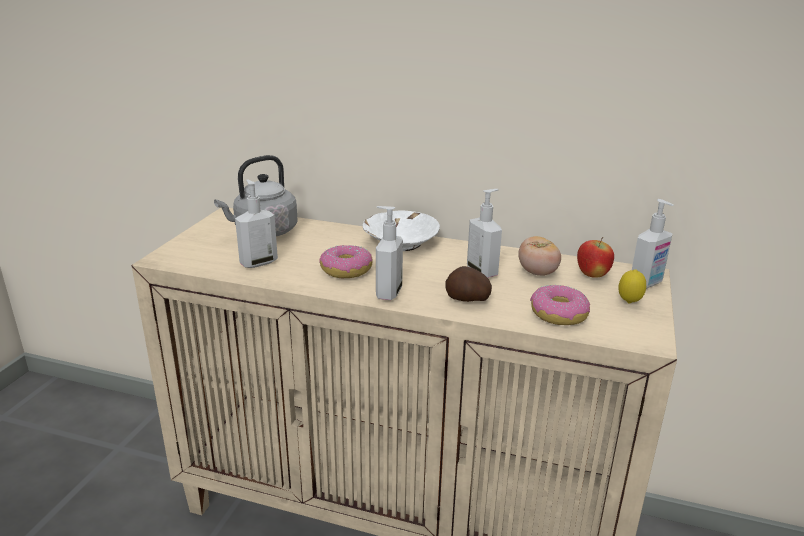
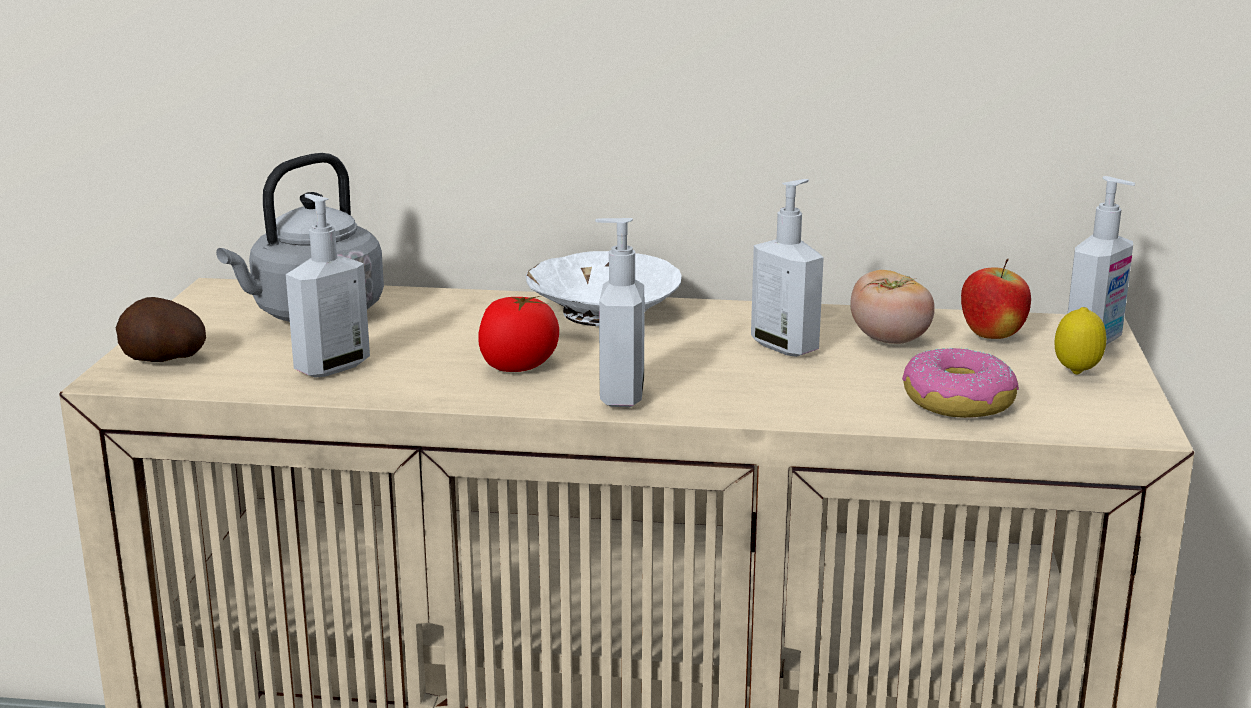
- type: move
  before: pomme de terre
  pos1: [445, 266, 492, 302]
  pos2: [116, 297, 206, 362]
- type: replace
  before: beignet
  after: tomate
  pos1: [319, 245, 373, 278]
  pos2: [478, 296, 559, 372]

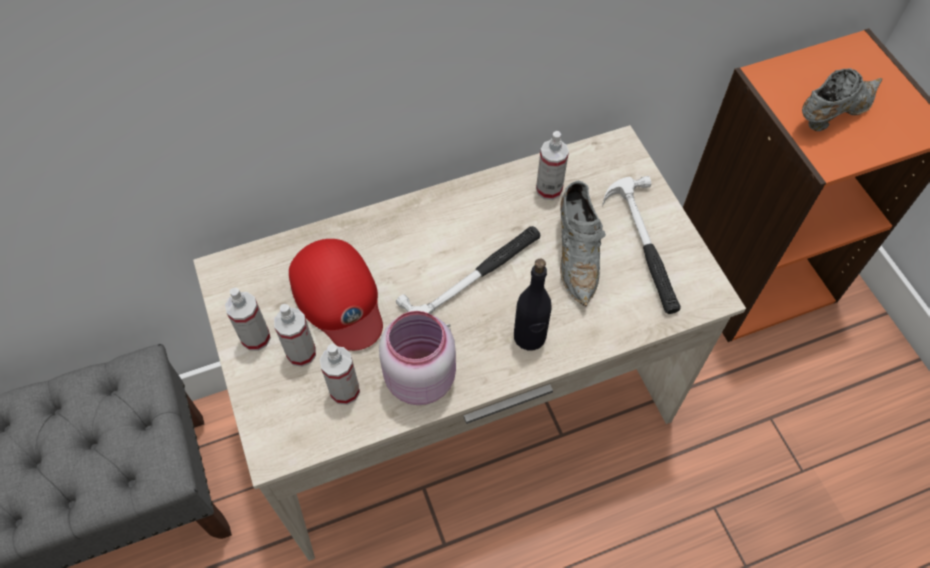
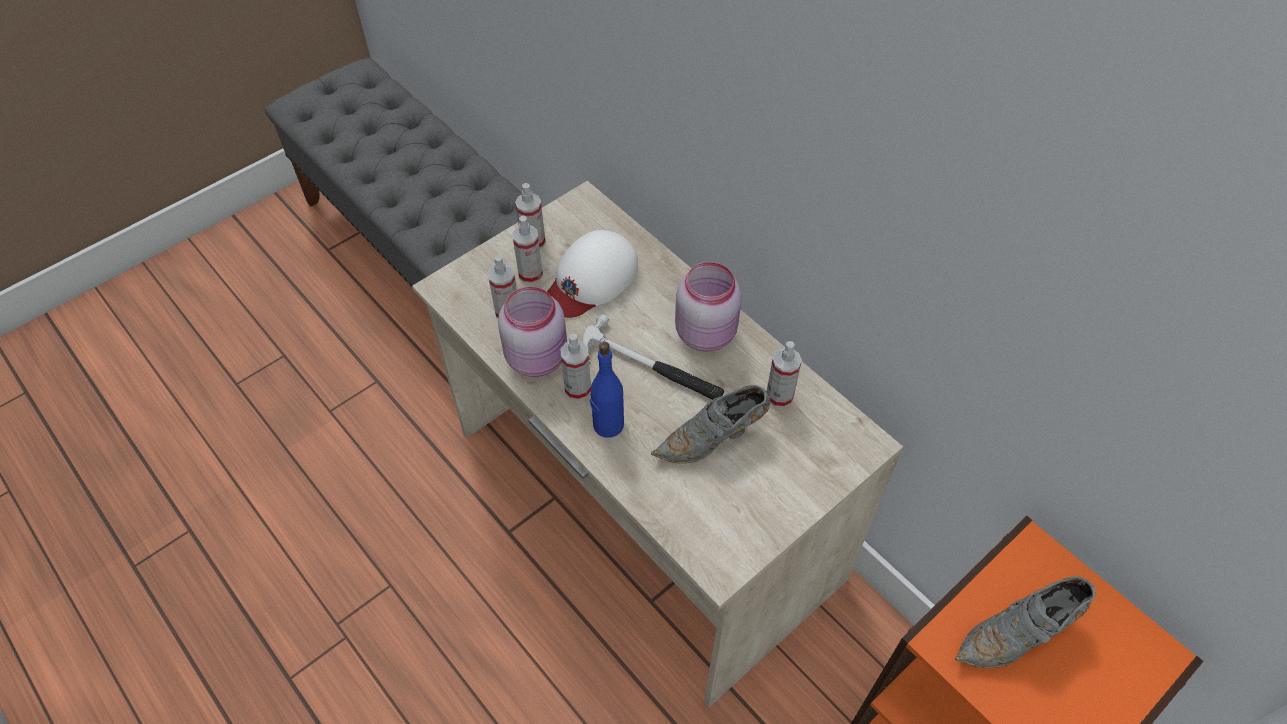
- type: recolor
  before: casquette (rouge)
  after: casquette (blanc)
  pos1: [289, 239, 383, 351]
  pos2: [547, 230, 638, 318]
- type: insert
  after: vaporisateur
  pos2: [561, 334, 591, 401]
- type: recolor
  before: bouteille (noir)
  after: bouteille (bleu)
  pos1: [514, 259, 552, 350]
  pos2: [590, 342, 624, 438]
- type: insert
  after: bocal (rose)
  pos2: [675, 262, 742, 352]
- type: rotate
  before: chaussure (gris)
  pos1: [802, 68, 883, 131]
  pos2: [955, 576, 1096, 668]
  turn: 120
- type: delete
  before: marteau
  pos1: [602, 176, 681, 314]

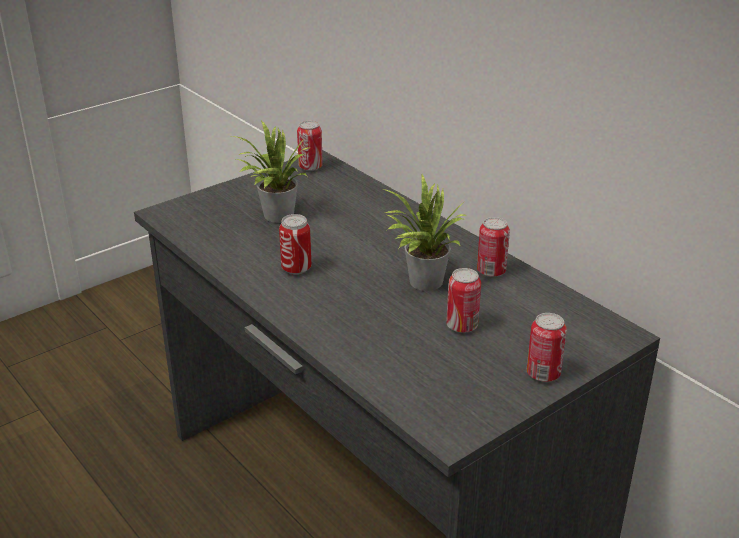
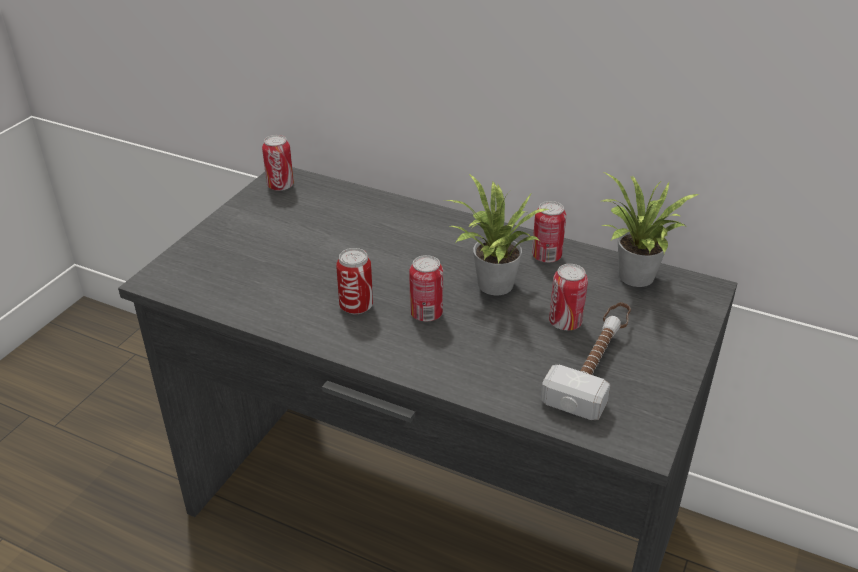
- type: move
  before: boîte métallique
  pos1: [527, 313, 567, 382]
  pos2: [409, 255, 443, 321]
- type: insert
  after: marteau
  pos2: [541, 302, 631, 420]
- type: move
  before: plante en pot
  pos1: [232, 120, 308, 223]
  pos2: [601, 172, 701, 287]

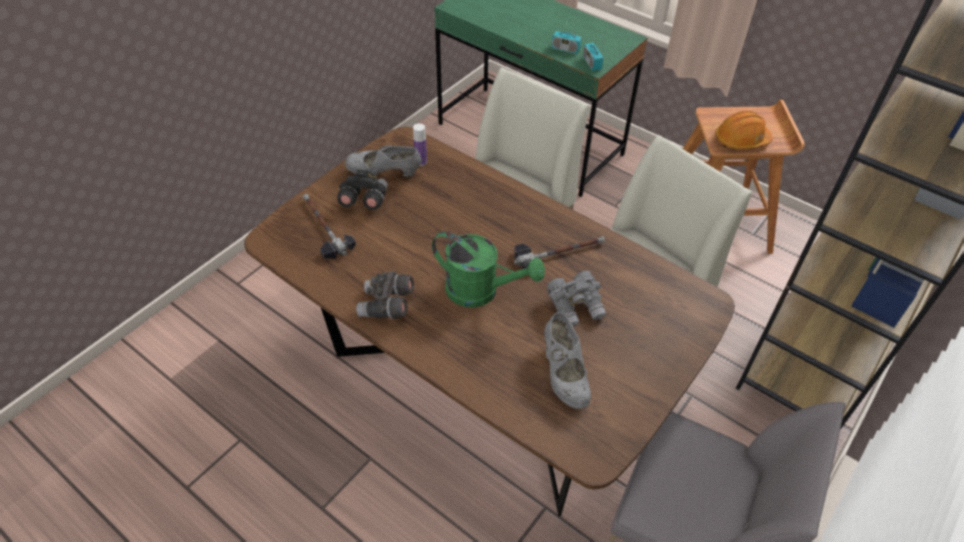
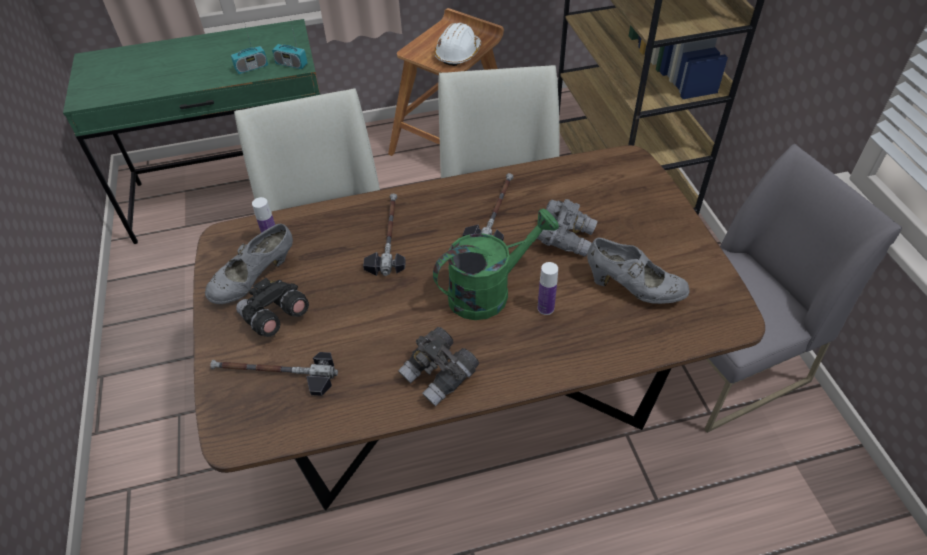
- type: insert
  after: marteau
  pos2: [363, 194, 406, 276]
- type: recolor
  before: casque de chantier (orange)
  after: casque de chantier (blanc)
  pos1: [715, 111, 773, 150]
  pos2: [434, 23, 481, 66]
- type: insert
  after: bouteille
  pos2: [538, 262, 558, 315]

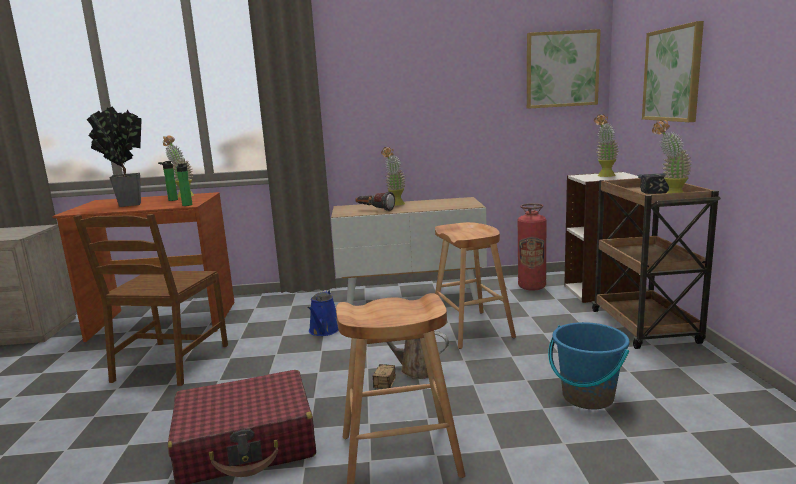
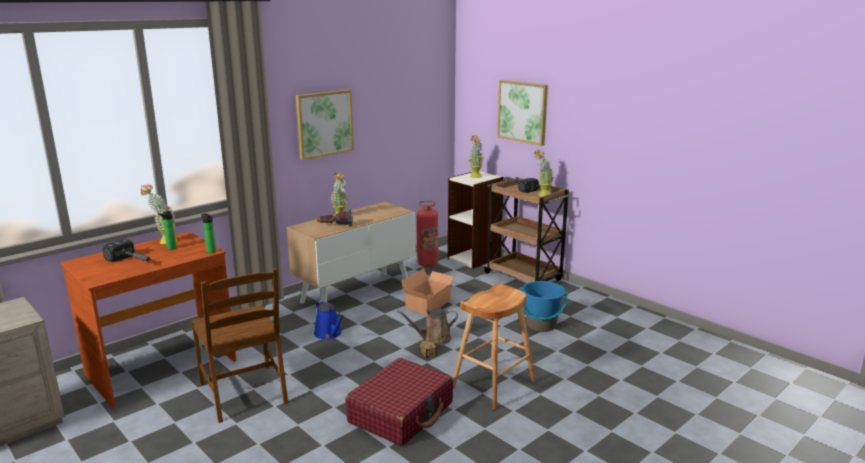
- type: replace
  before: plante en pot
  after: marteau
  pos1: [86, 106, 142, 207]
  pos2: [103, 239, 152, 262]
- type: move
  before: tableau
  pos1: [527, 29, 601, 109]
  pos2: [296, 90, 354, 160]
- type: replace
  before: tabouret (marron)
  after: carton
  pos1: [435, 222, 516, 349]
  pos2: [401, 268, 457, 315]

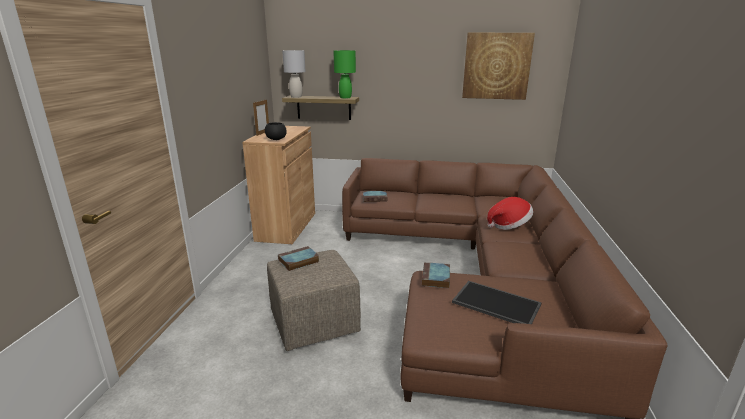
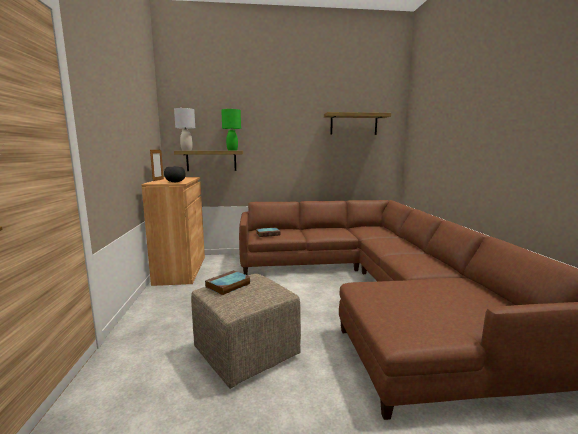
- type: replace
  before: tableau
  after: étagère
  pos1: [462, 32, 535, 100]
  pos2: [324, 112, 391, 135]
- type: delete
  before: livre
  pos1: [422, 262, 450, 288]
- type: delete
  before: plateau
  pos1: [452, 281, 541, 324]
- type: delete
  before: chapeau
  pos1: [487, 197, 533, 230]

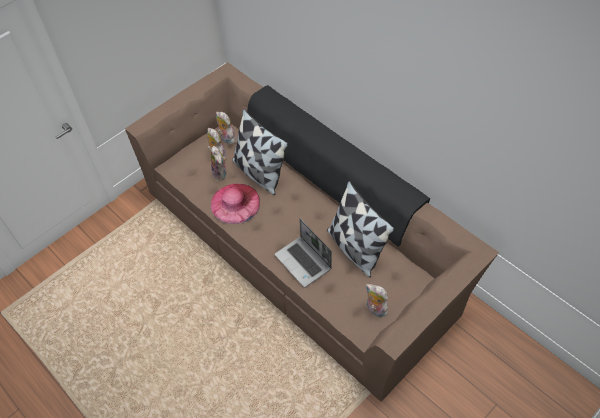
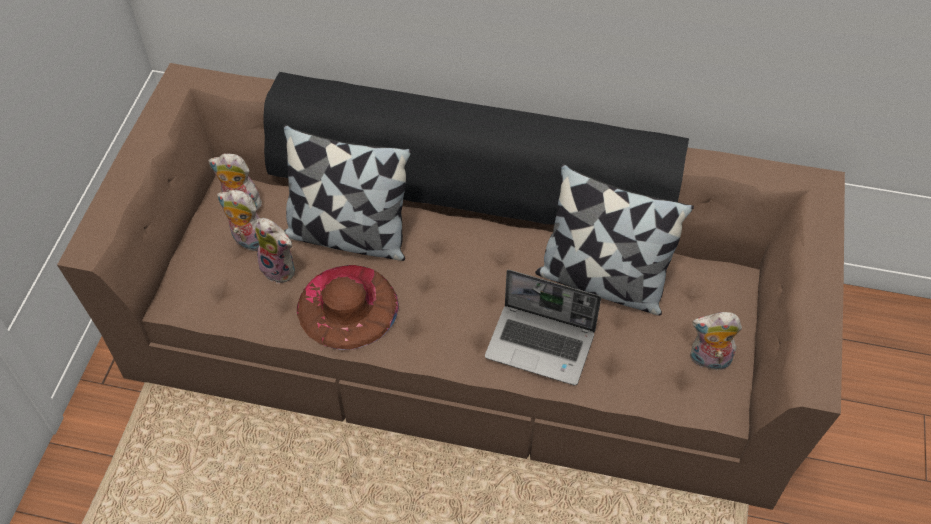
- type: recolor
  before: chapeau (rose)
  after: chapeau (marron)
  pos1: [211, 183, 260, 224]
  pos2: [297, 265, 399, 350]

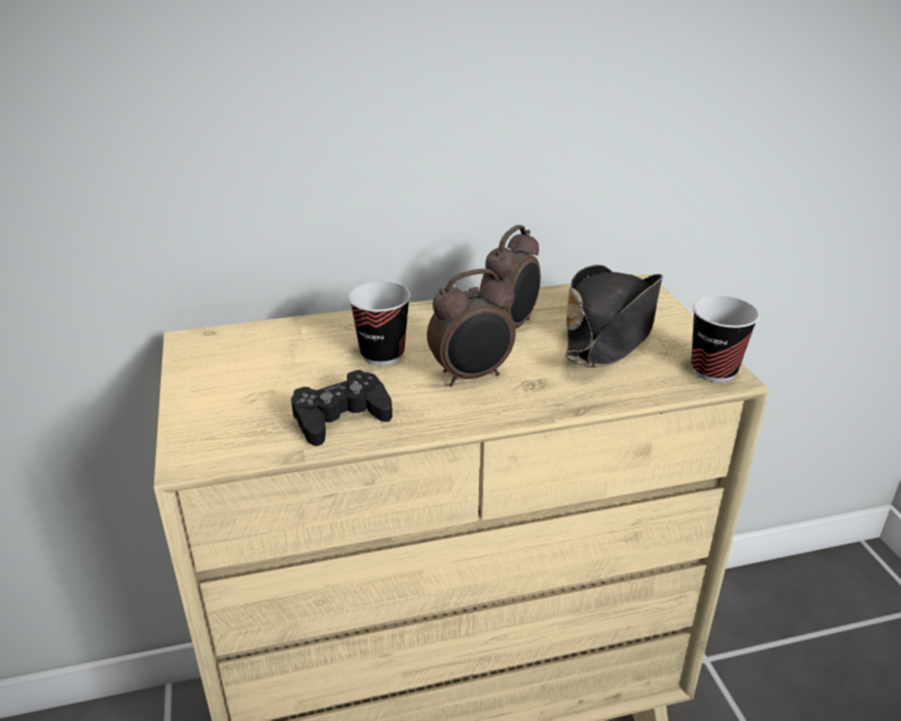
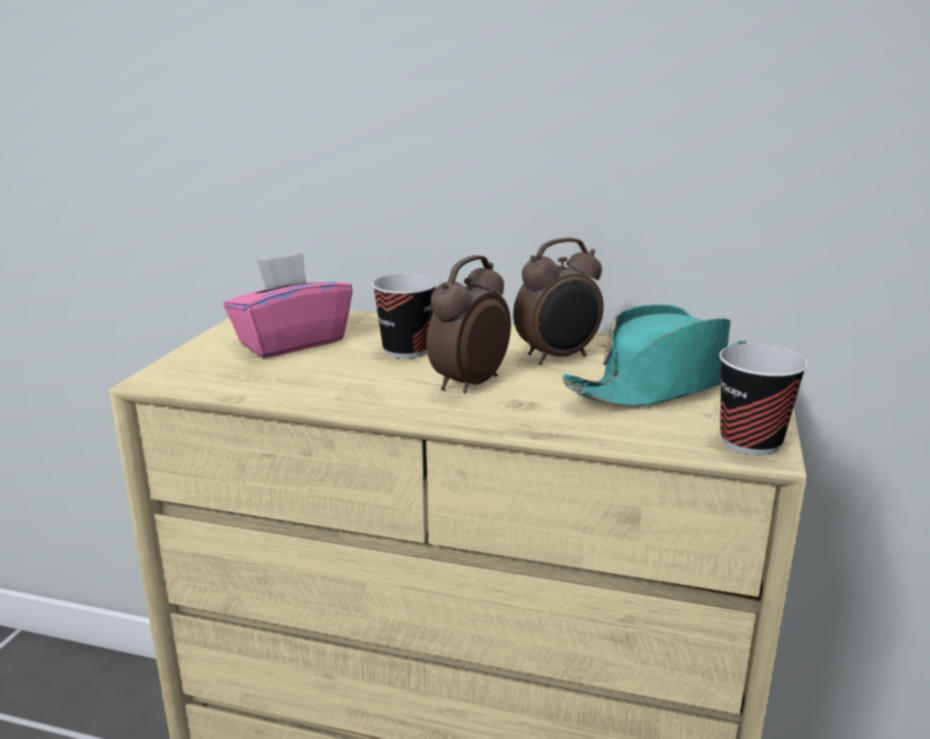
- type: insert
  after: boîte à mouchoirs (rose)
  pos2: [224, 253, 353, 358]
- type: rotate
  before: réveil
  pos1: [427, 269, 516, 386]
  pos2: [427, 255, 511, 393]
  turn: 120
- type: recolor
  before: chapeau (noir)
  after: chapeau (turquoise)
  pos1: [565, 265, 663, 367]
  pos2: [562, 304, 747, 408]
- type: delete
  before: manette (noir)
  pos1: [291, 370, 392, 446]

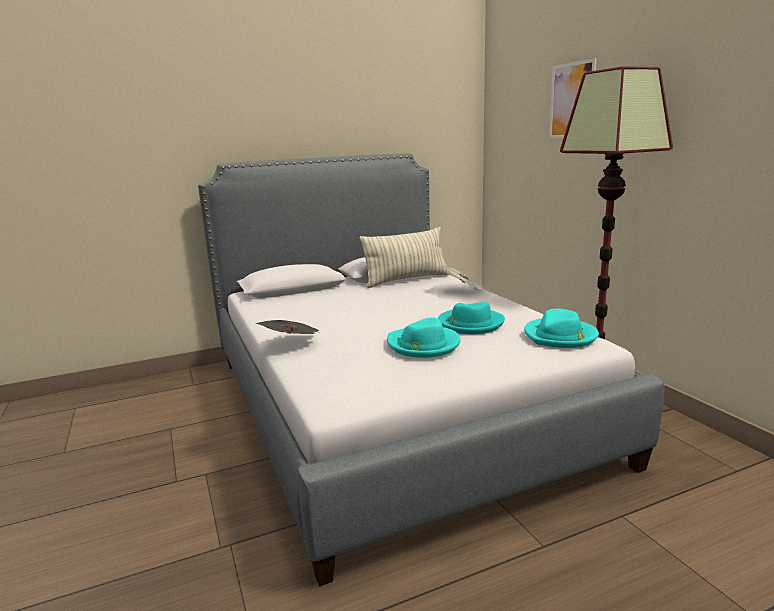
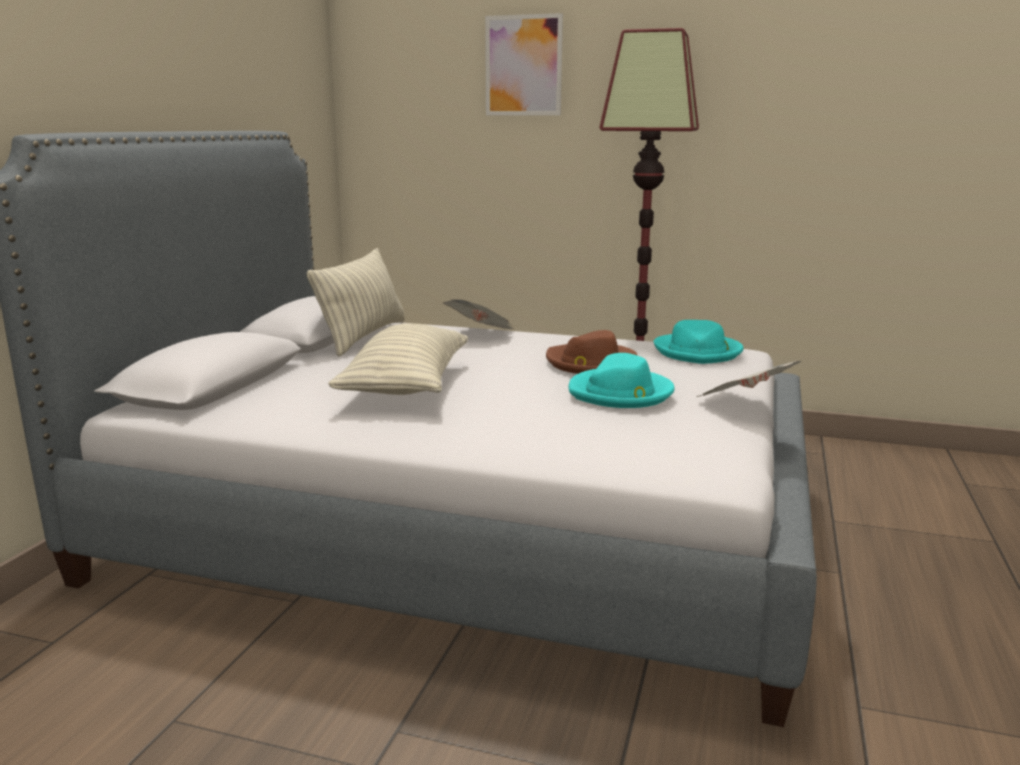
- type: insert
  after: coussin
  pos2: [328, 323, 468, 395]
- type: recolor
  before: chapeau (turquoise)
  after: chapeau (marron)
  pos1: [438, 302, 505, 334]
  pos2: [546, 330, 638, 374]
- type: move
  before: journal
  pos1: [255, 320, 319, 334]
  pos2: [696, 361, 801, 397]

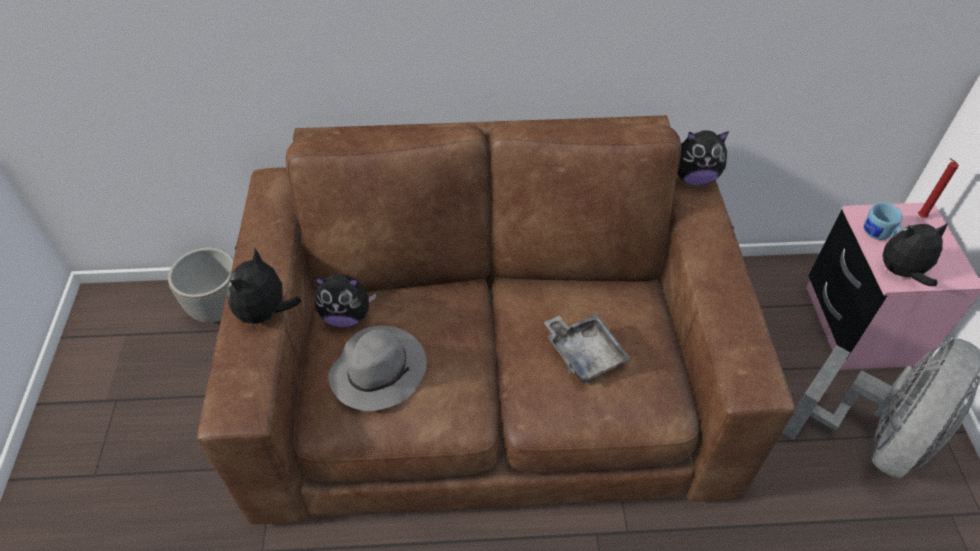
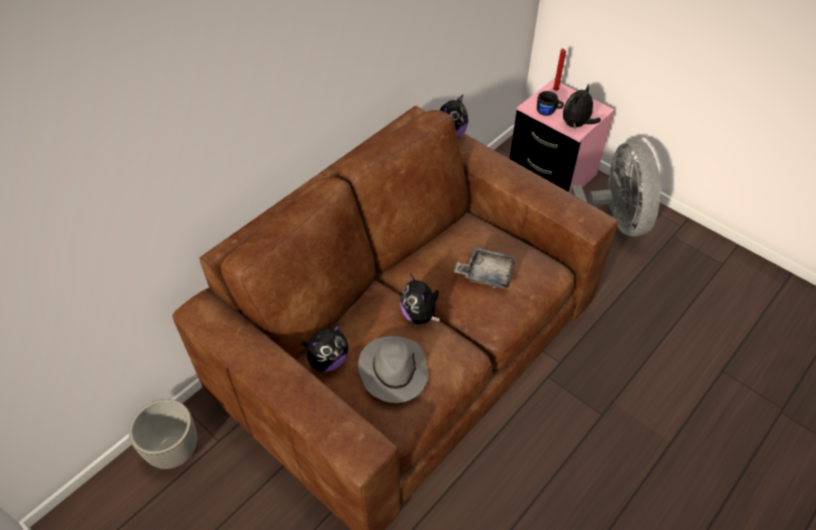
- type: move
  before: peluche
  pos1: [227, 248, 301, 330]
  pos2: [400, 274, 440, 324]
- type: recolor
  before: mug (bleu)
  after: mug (noir)
  pos1: [863, 202, 903, 240]
  pos2: [537, 91, 564, 116]

